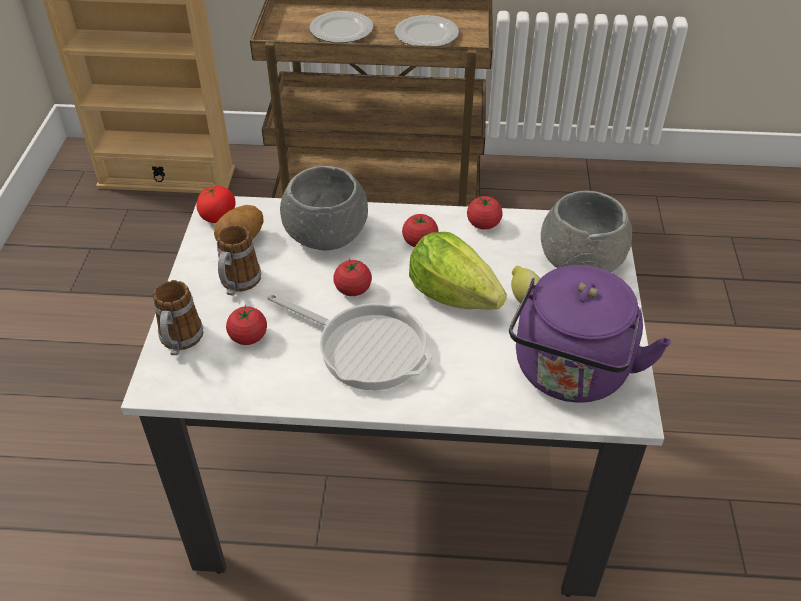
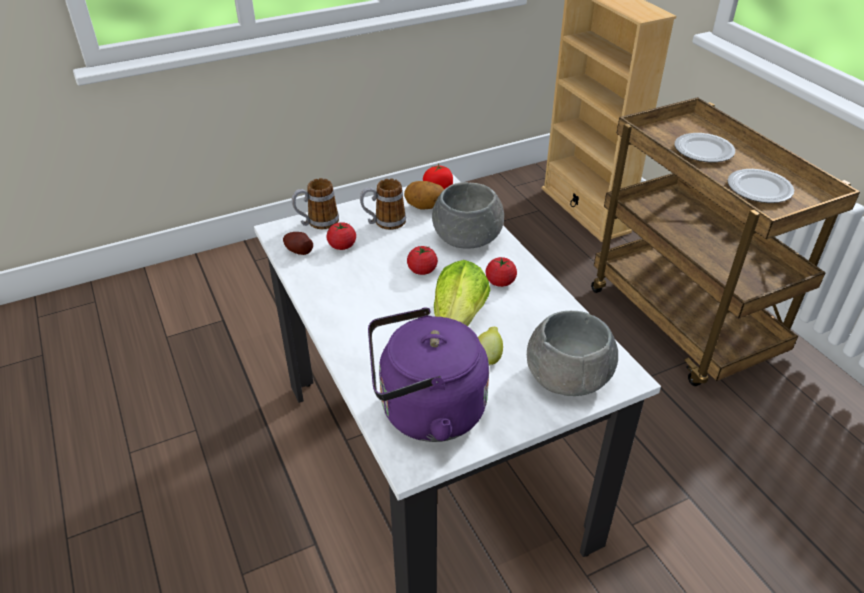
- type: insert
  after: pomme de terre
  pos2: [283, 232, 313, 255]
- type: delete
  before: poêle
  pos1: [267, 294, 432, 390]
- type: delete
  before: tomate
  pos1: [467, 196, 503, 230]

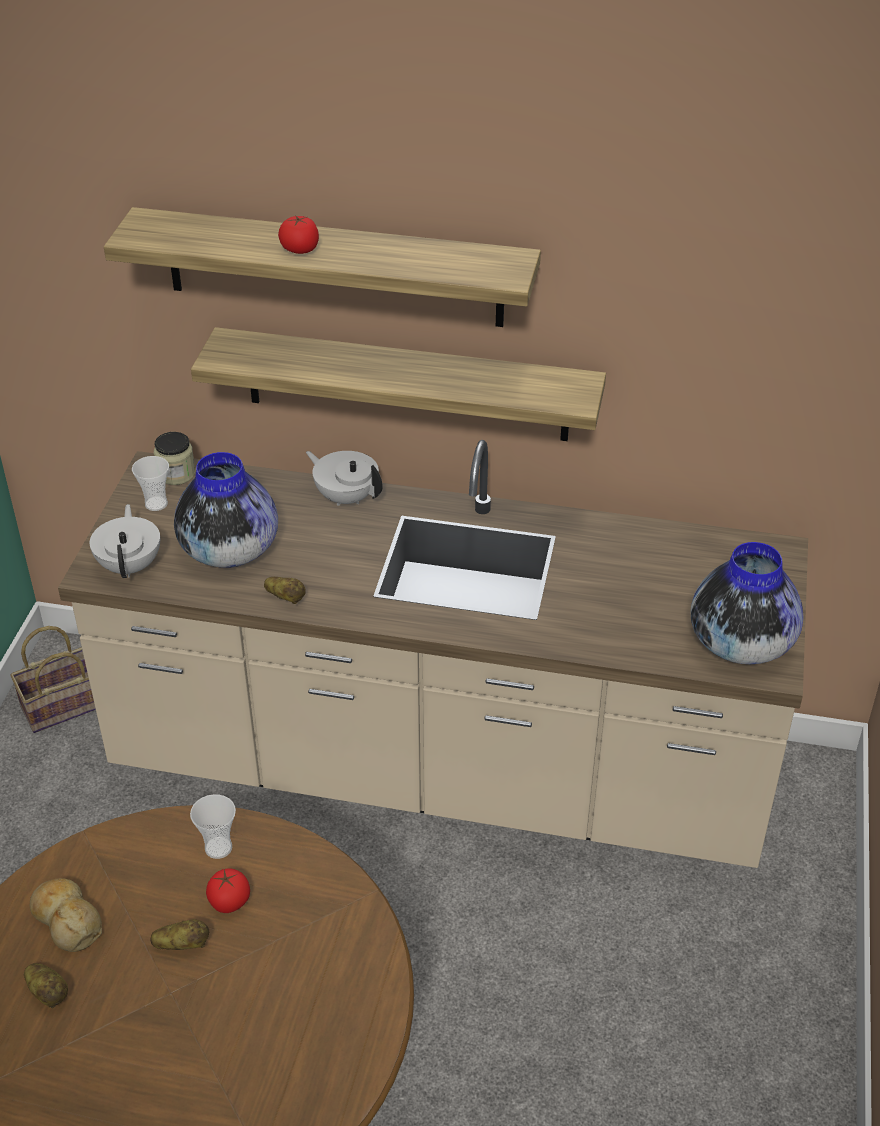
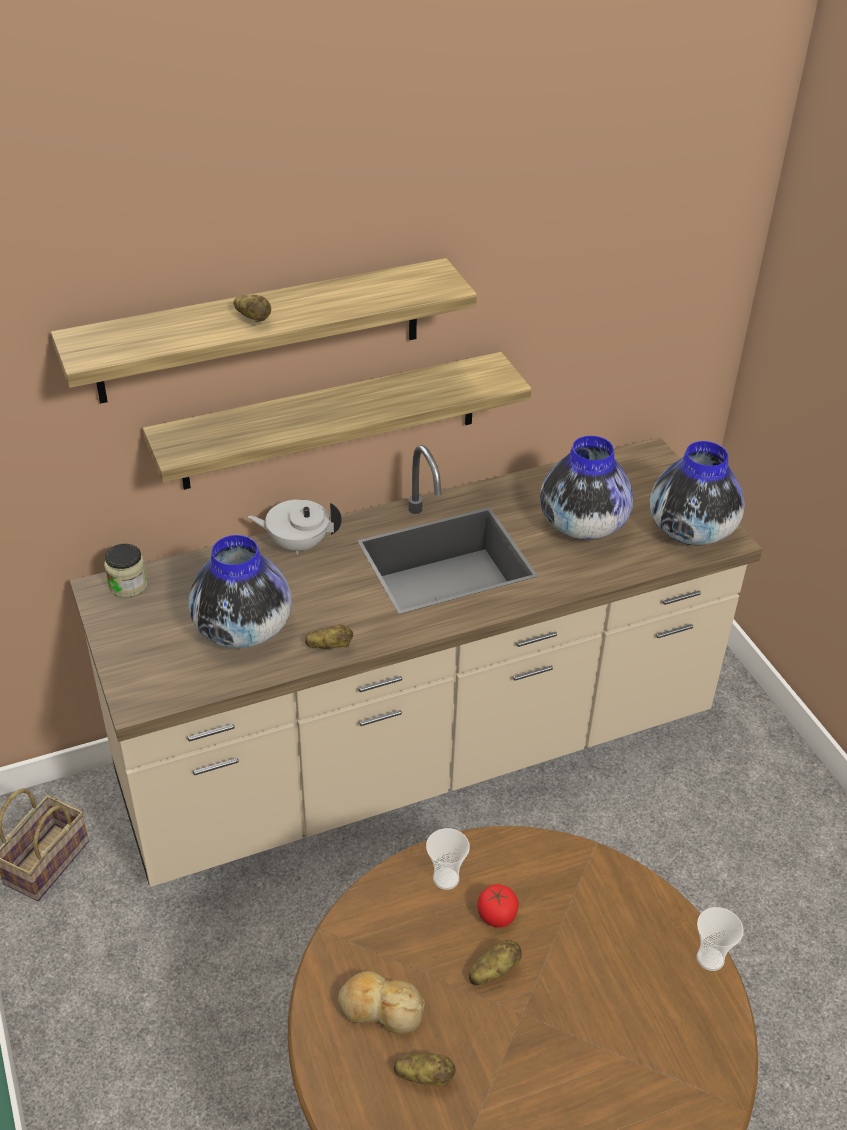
- type: replace
  before: tomate
  after: pomme de terre
  pos1: [278, 215, 319, 254]
  pos2: [233, 295, 271, 322]
- type: insert
  after: vase
  pos2: [540, 436, 633, 540]
- type: move
  before: tasse
  pos1: [132, 456, 169, 511]
  pos2: [696, 907, 744, 971]
- type: delete
  before: théière (blanc)
  pos1: [90, 504, 160, 578]

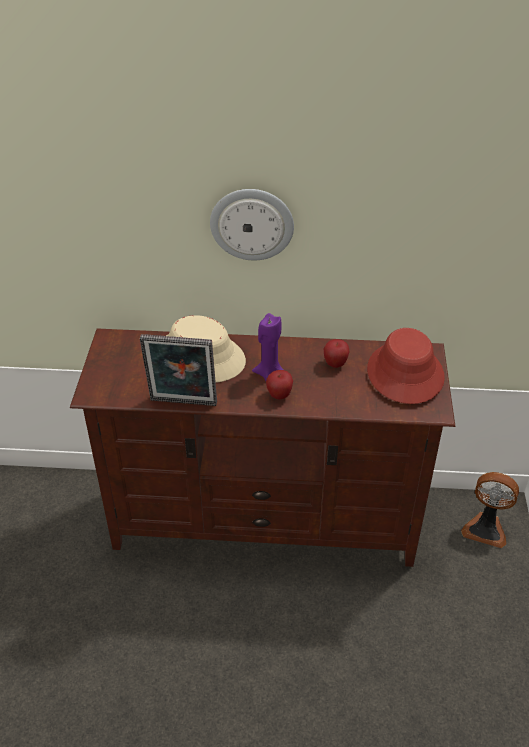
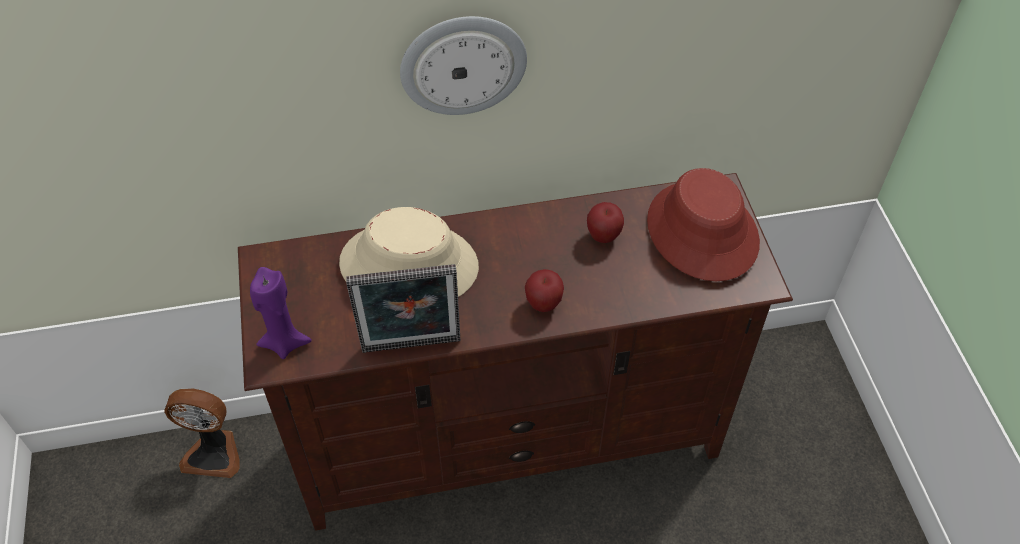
- type: move
  before: ventilateur
  pos1: [461, 472, 519, 548]
  pos2: [164, 389, 239, 478]
- type: move
  before: bougie (violet)
  pos1: [252, 313, 284, 381]
  pos2: [250, 267, 312, 359]

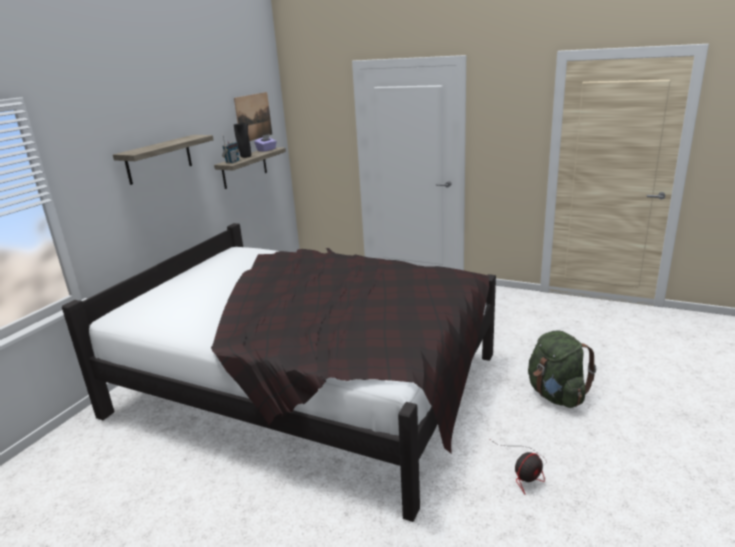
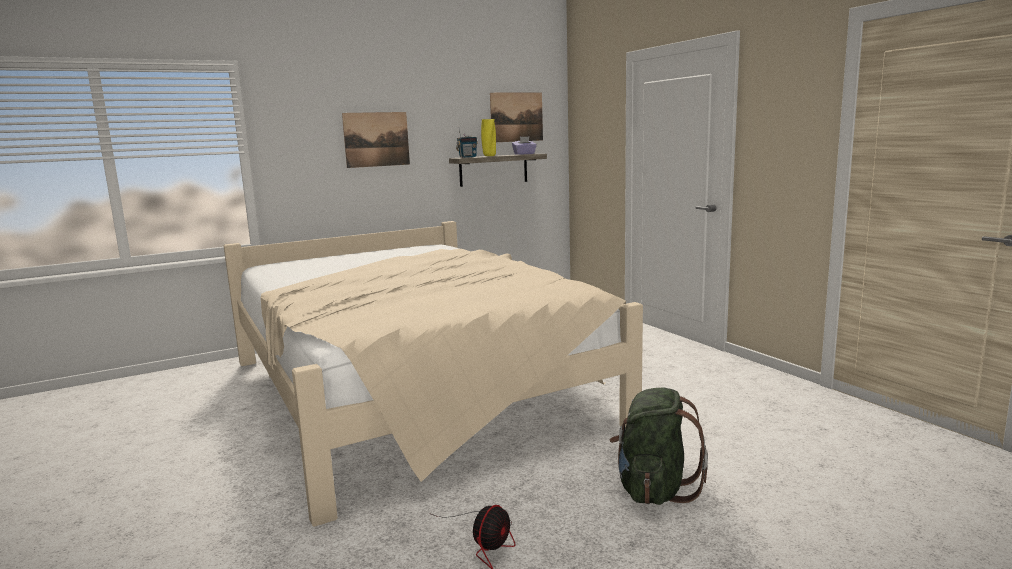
- type: recolor
  before: lit (noir)
  after: lit (beige)
  pos1: [62, 223, 496, 522]
  pos2: [224, 221, 643, 527]
- type: replace
  before: étagère
  after: tableau
  pos1: [113, 135, 213, 185]
  pos2: [342, 112, 410, 168]
- type: rotate
  before: ventilateur
  pos1: [491, 440, 547, 494]
  pos2: [431, 505, 515, 569]
  turn: -60
- type: recolor
  before: vase (noir)
  after: vase (jaune)
  pos1: [234, 123, 251, 158]
  pos2: [481, 119, 496, 156]

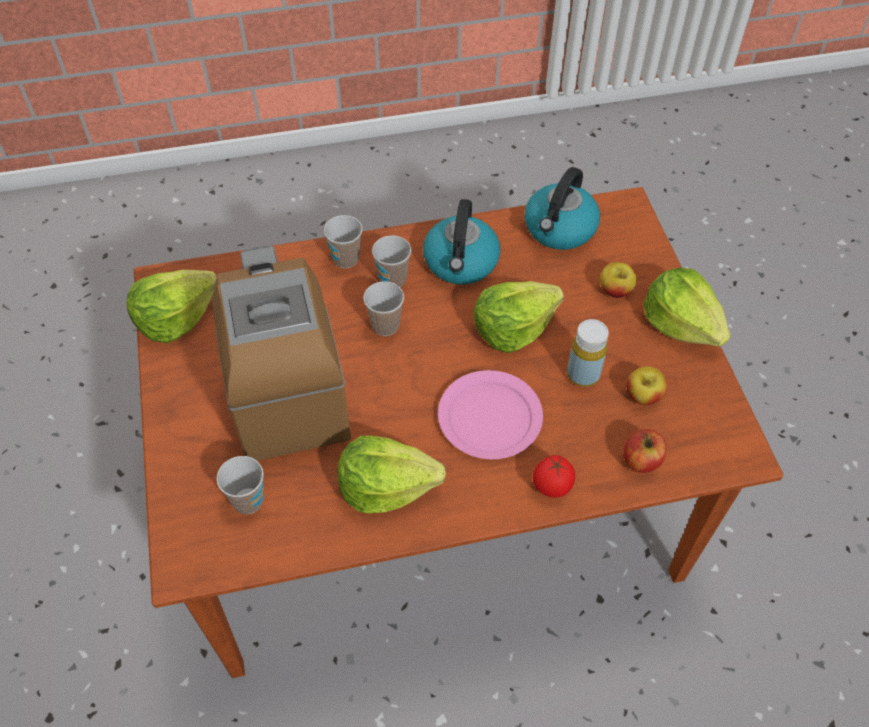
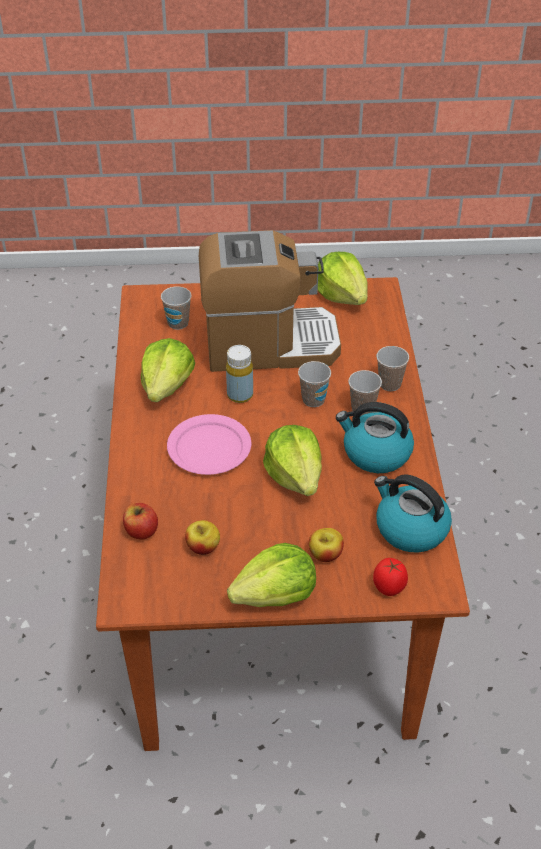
- type: move
  before: bouteille (jaune)
  pos1: [567, 319, 609, 387]
  pos2: [226, 345, 253, 403]
- type: move
  before: tomate
  pos1: [533, 455, 575, 498]
  pos2: [373, 558, 408, 596]

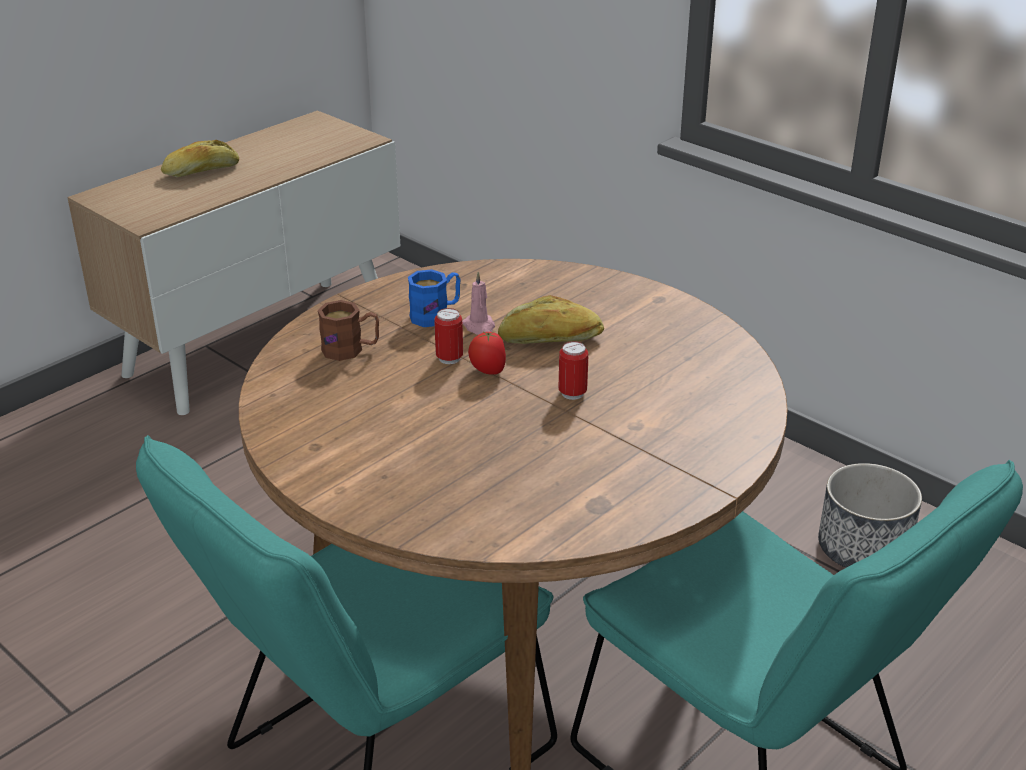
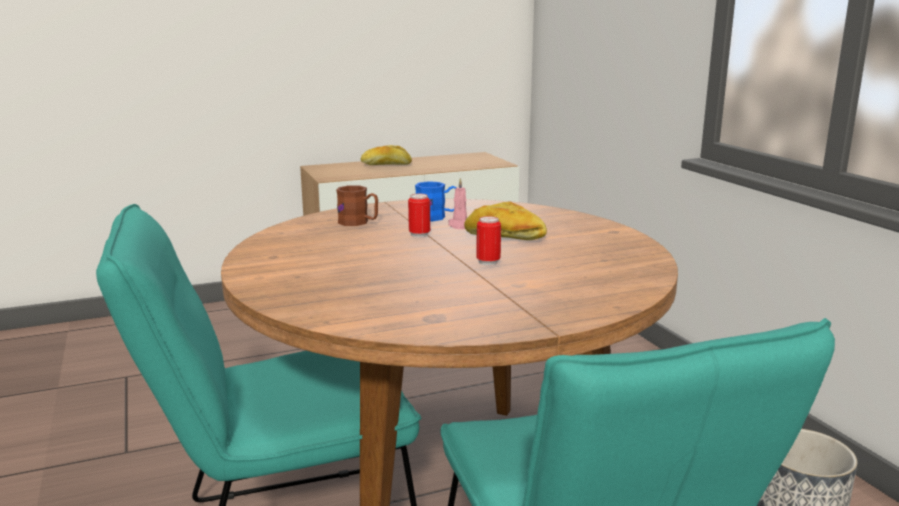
- type: delete
  before: tomate
  pos1: [468, 331, 506, 375]

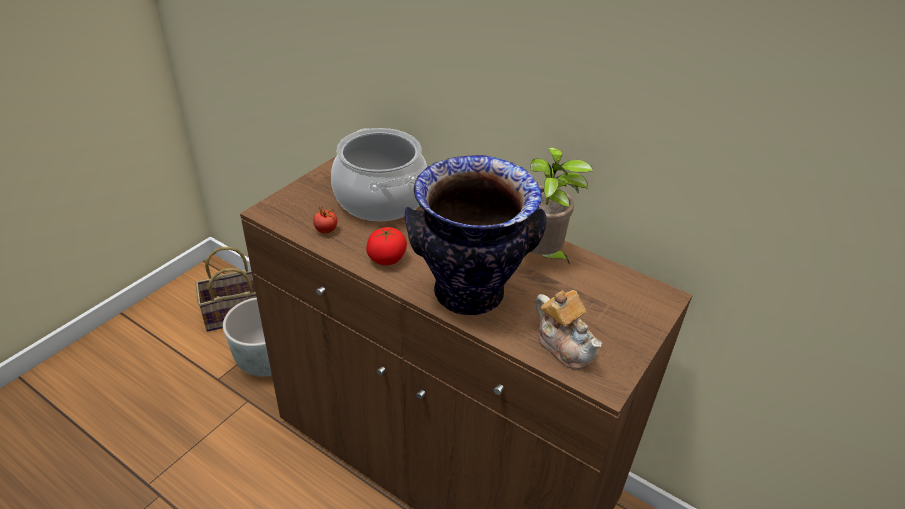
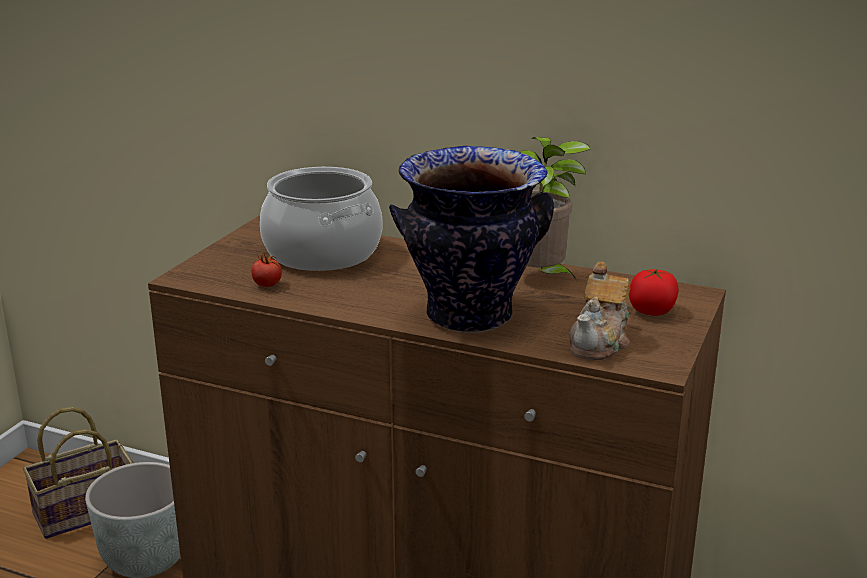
- type: rotate
  before: théière
  pos1: [535, 290, 602, 370]
  pos2: [569, 262, 630, 360]
  turn: 75
- type: move
  before: tomate
  pos1: [366, 227, 407, 265]
  pos2: [629, 269, 679, 316]

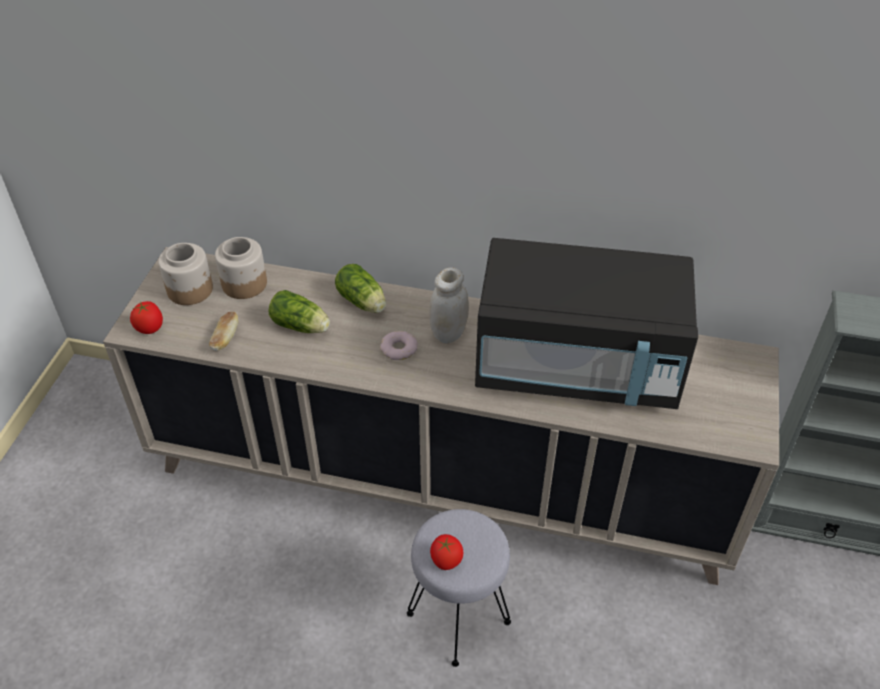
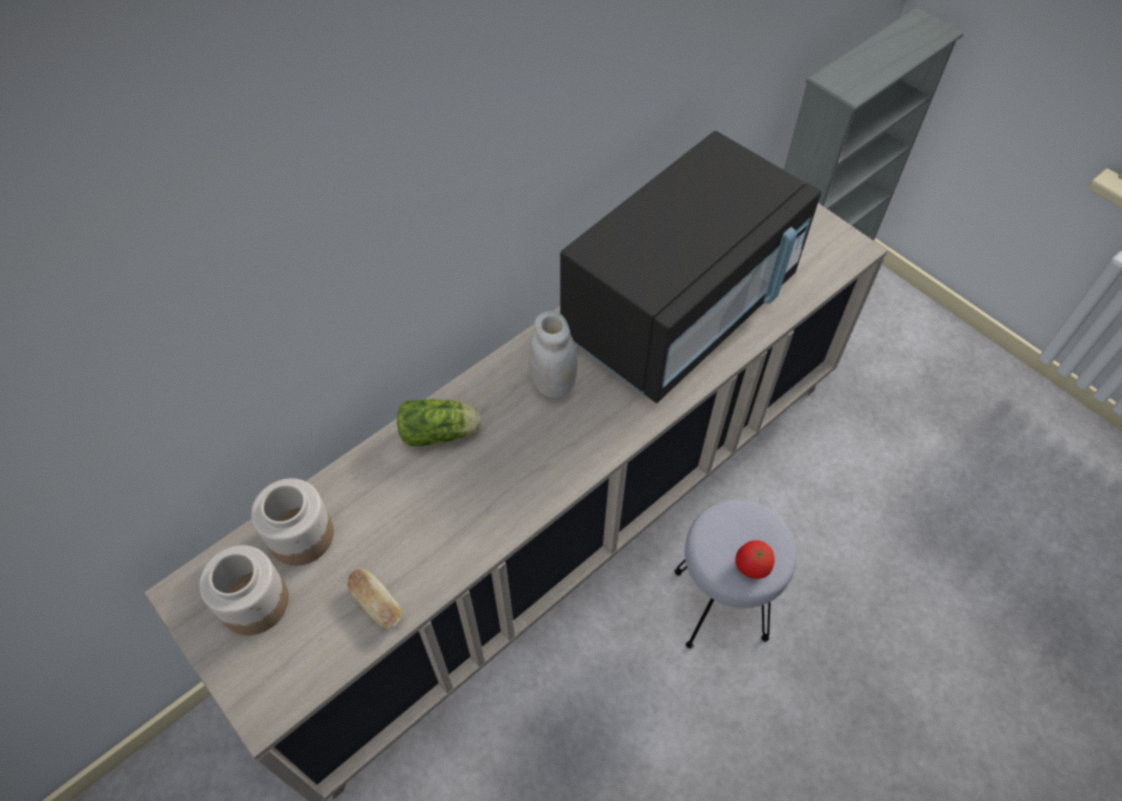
- type: delete
  before: tomate
  pos1: [130, 301, 163, 334]
- type: delete
  before: laitue
  pos1: [268, 290, 330, 333]
- type: delete
  before: beignet
  pos1: [380, 331, 418, 360]

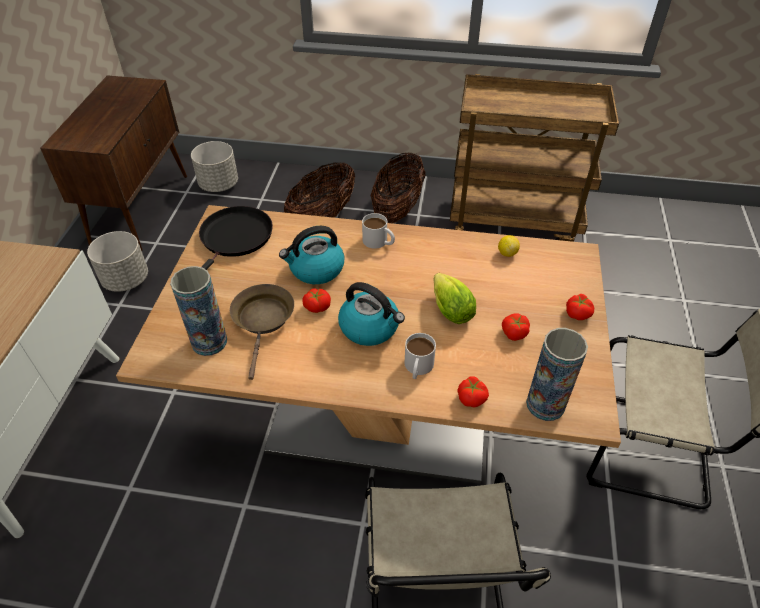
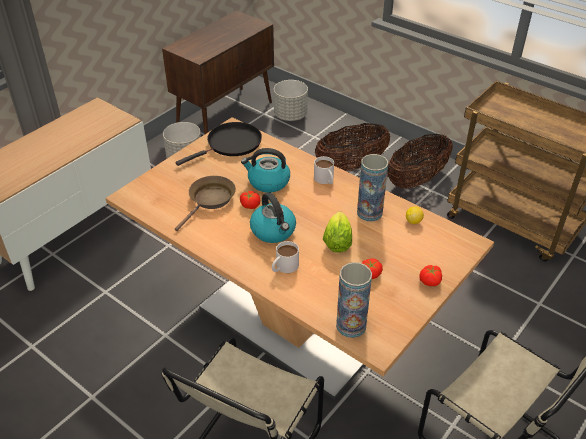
- type: move
  before: vase
  pos1: [170, 266, 227, 356]
  pos2: [357, 154, 388, 221]
- type: delete
  before: tomate
  pos1: [457, 376, 489, 408]

